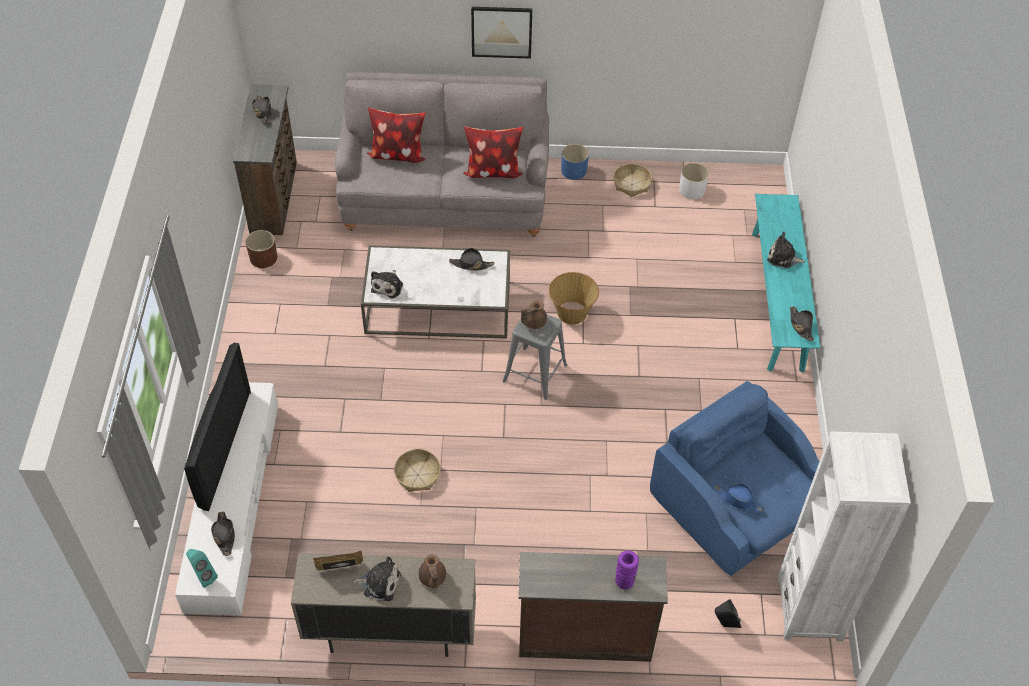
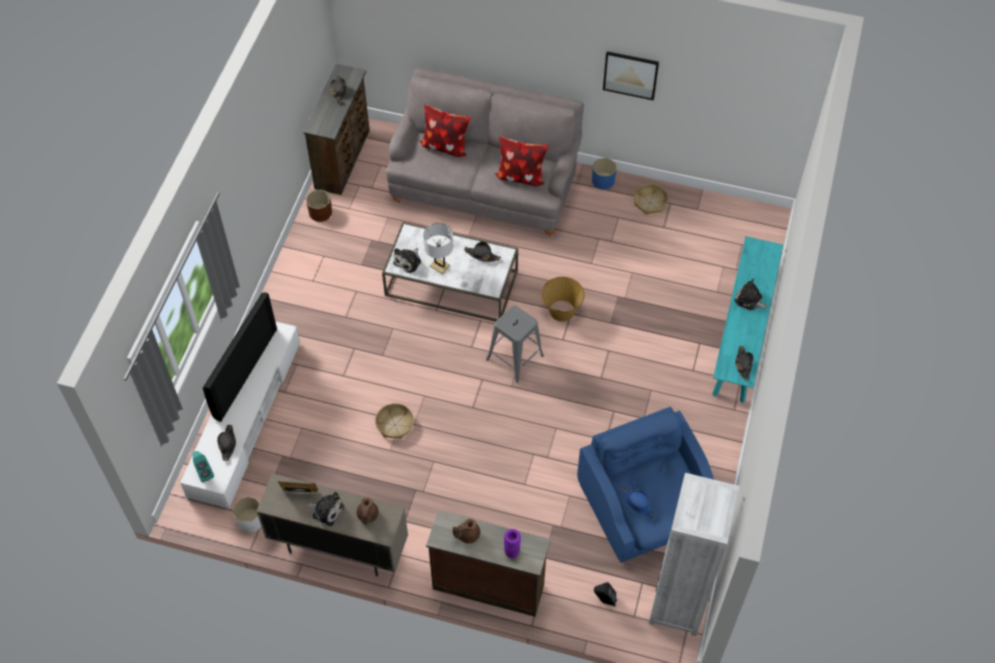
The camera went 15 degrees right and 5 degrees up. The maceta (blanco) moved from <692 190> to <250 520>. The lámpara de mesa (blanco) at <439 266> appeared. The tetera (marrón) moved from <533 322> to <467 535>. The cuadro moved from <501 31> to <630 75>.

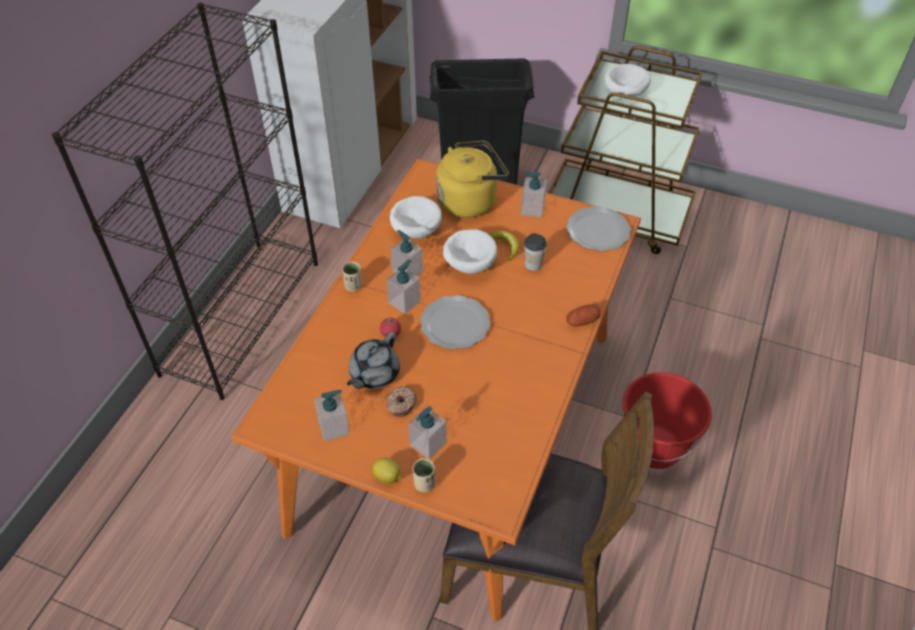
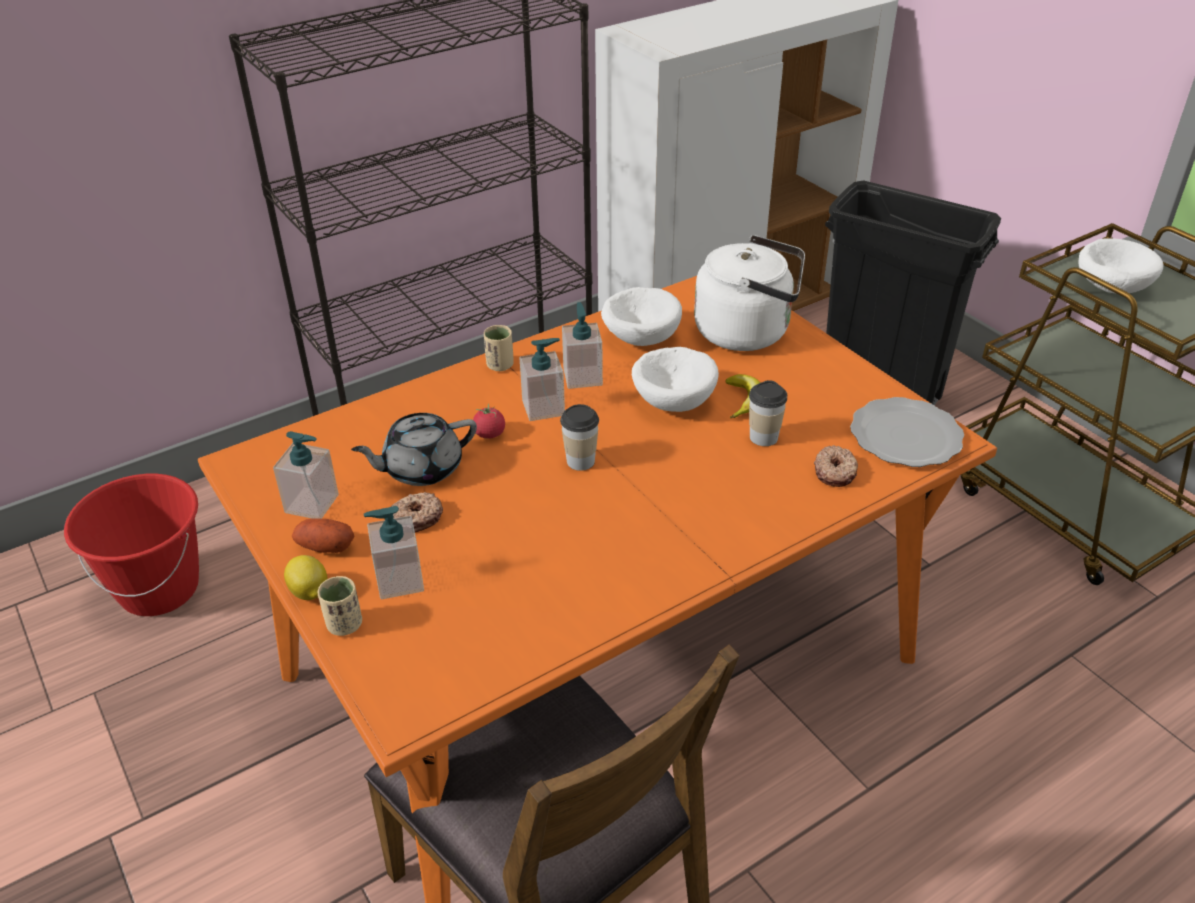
The camera went 35 degrees right and 10 degrees down. The cubo (rojo) moved from <654 446> to <160 589>. The patata moved from <582 321> to <325 546>. The plato at <455 325> was replaced by the taza at <580 461>. The hervidor (amarillo) at <470 200> became the hervidor (blanco) at <748 332>. The rosquilla at <835 472> appeared. The dispensador de jabón at <532 209> disappeared.

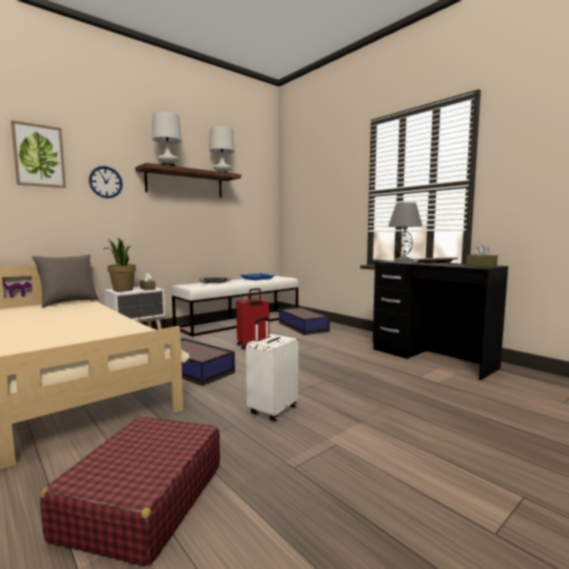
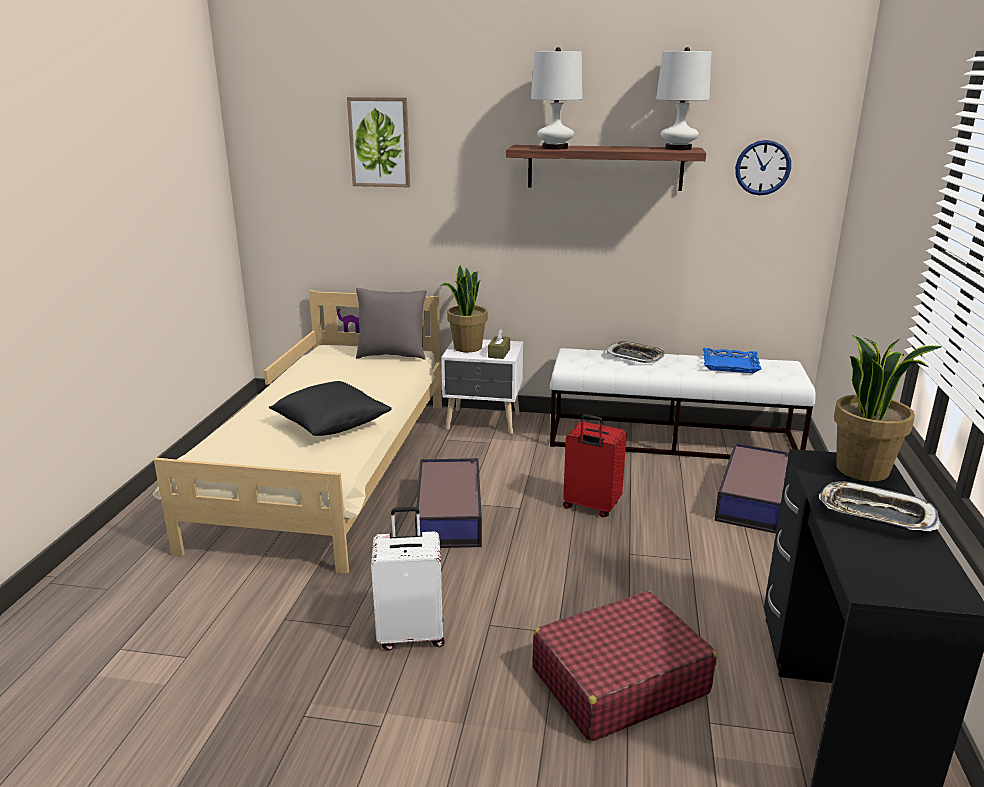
The camera went 50 degrees right and 15 degrees up. The cojín (negro) at <331 425> appeared. The maleta (rojo) moved from <143 500> to <619 681>. The reloj de pared moved from <105 182> to <762 167>. The lámpara de mesa (gris) at <403 261> was replaced by the planta en maceta at <863 469>. The caja de pañuelos (marrón) at <481 265> disappeared.

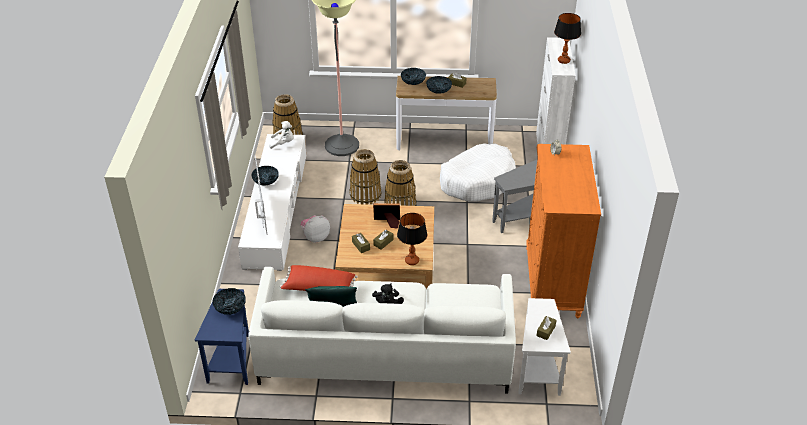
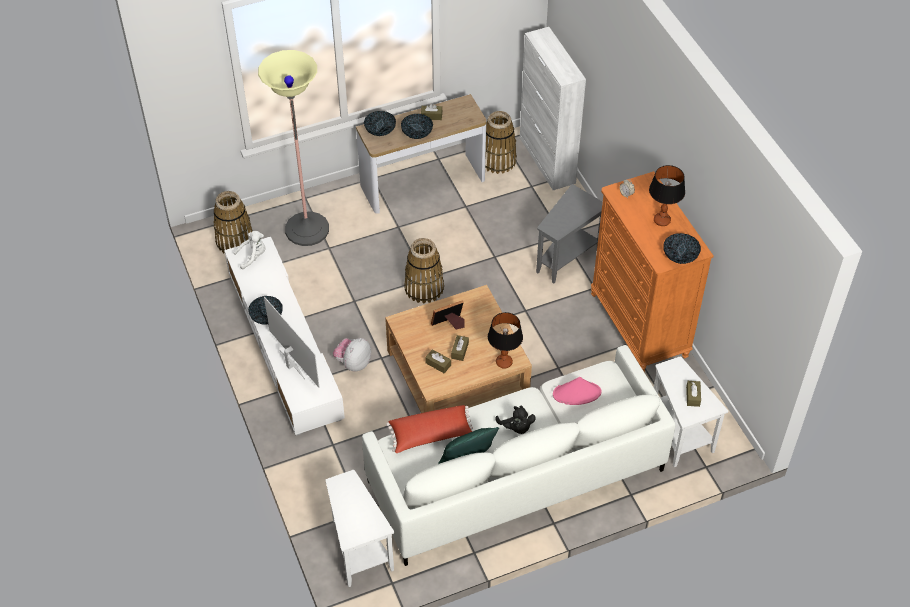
The camera went 25 degrees left and 10 degrees up. The mesa auxiliar (azul) at <232 362> became the mesa auxiliar (blanco) at <359 551>. The cesta moved from <365 195> to <498 161>. The sombrero (rosa) at <577 393> appeared. The lámpara de mesa moved from <563 60> to <661 220>. The cuenco moved from <230 308> to <680 255>. The cama para perro (blanco) at <477 181> disappeared.

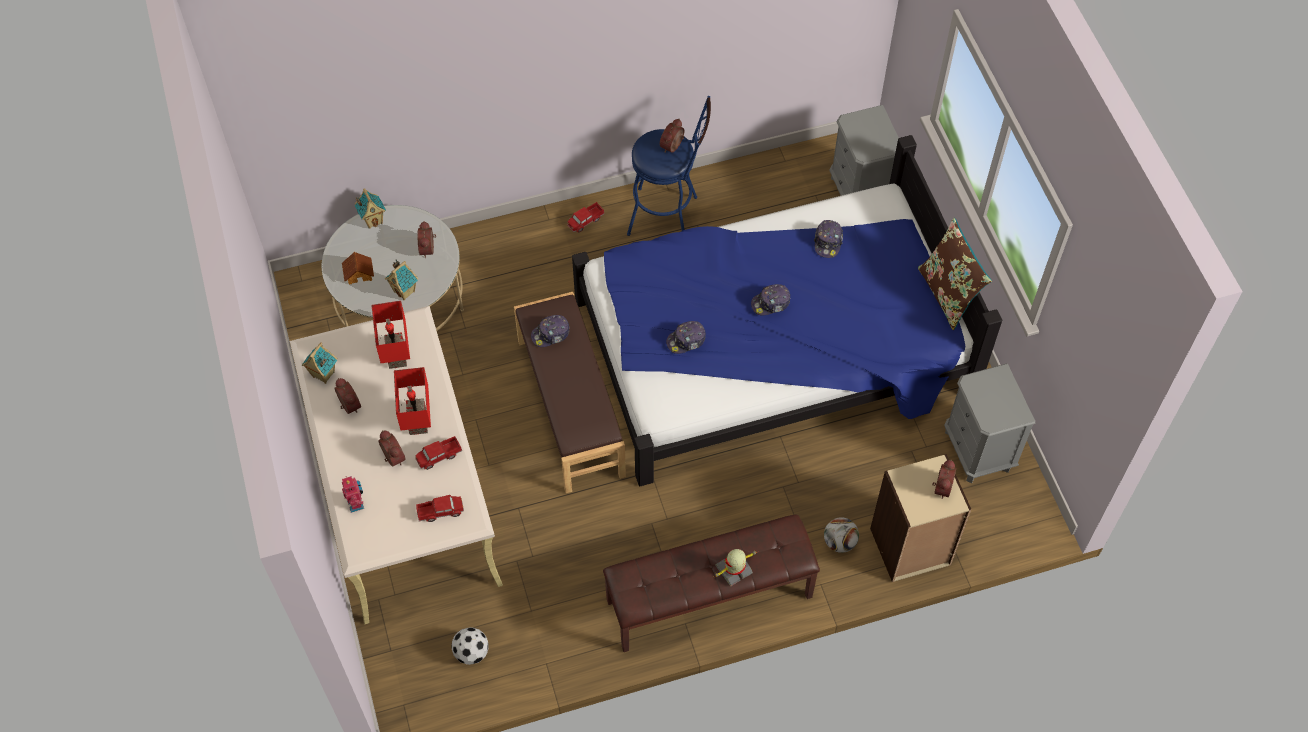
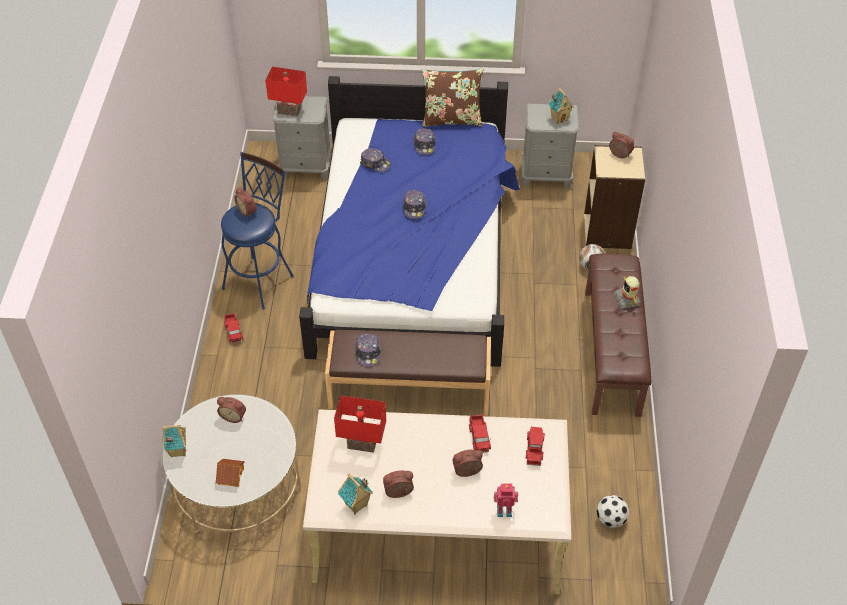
The camera went 70 degrees left and 10 degrees down. The lámpara de mesa (rojo) moved from <419 421> to <290 110>. The gorra moved from <686 341> to <424 145>. The casita moved from <405 291> to <559 118>.

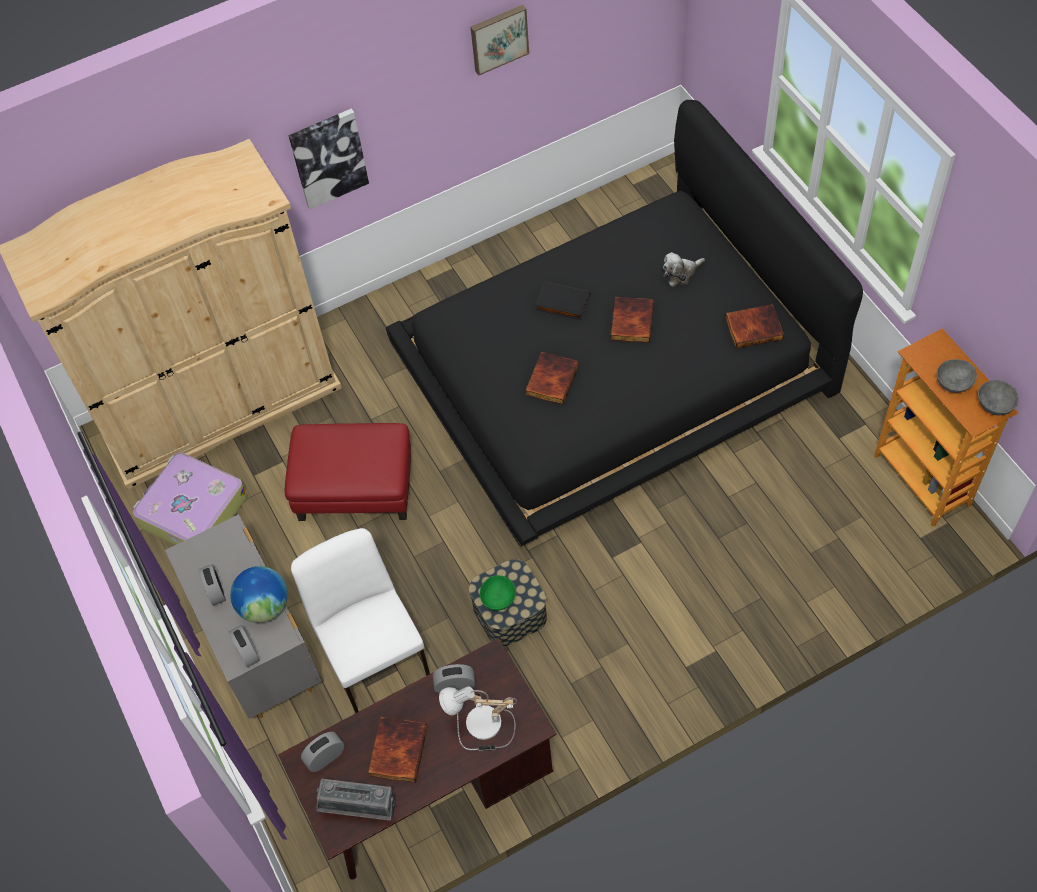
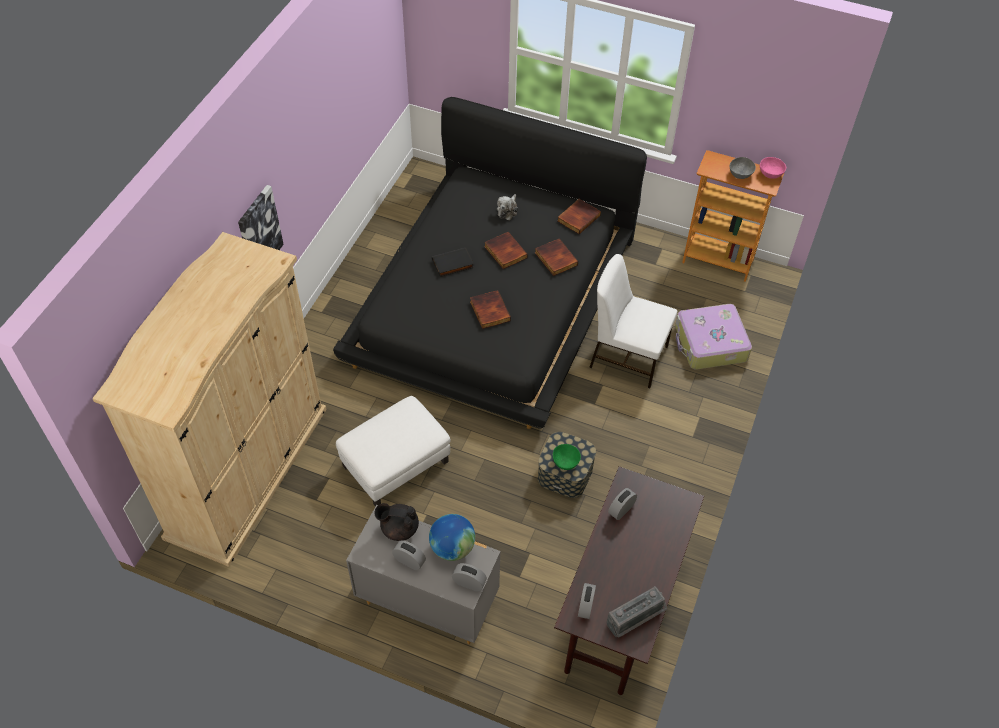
The camera went 45 degrees left and 5 degrees down. The puf (rojo) at <355 488> became the puf (blanco) at <395 464>. The tetera (negro) at <399 528> appeared. The libro moved from <397 750> to <555 259>. The silla (blanco) moved from <374 654> to <627 355>. The maleta moved from <193 511> to <710 344>. The cuenco (gris) at <994 405> became the cuenco (rosa) at <770 174>. The lámpara de mesa at <481 726> disappeared. The cuadro at <498 38> disappeared.

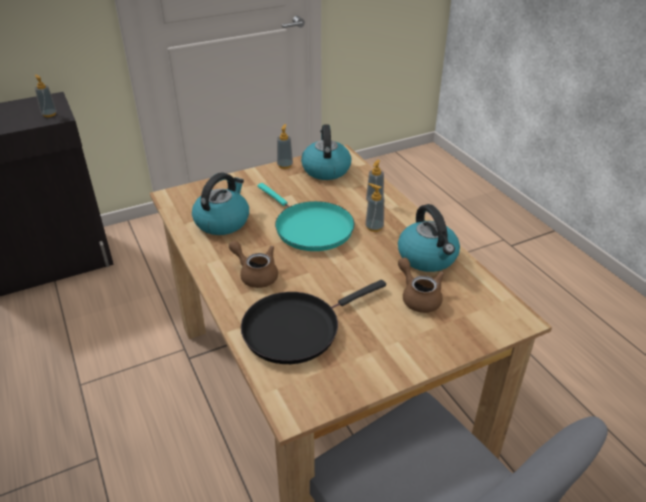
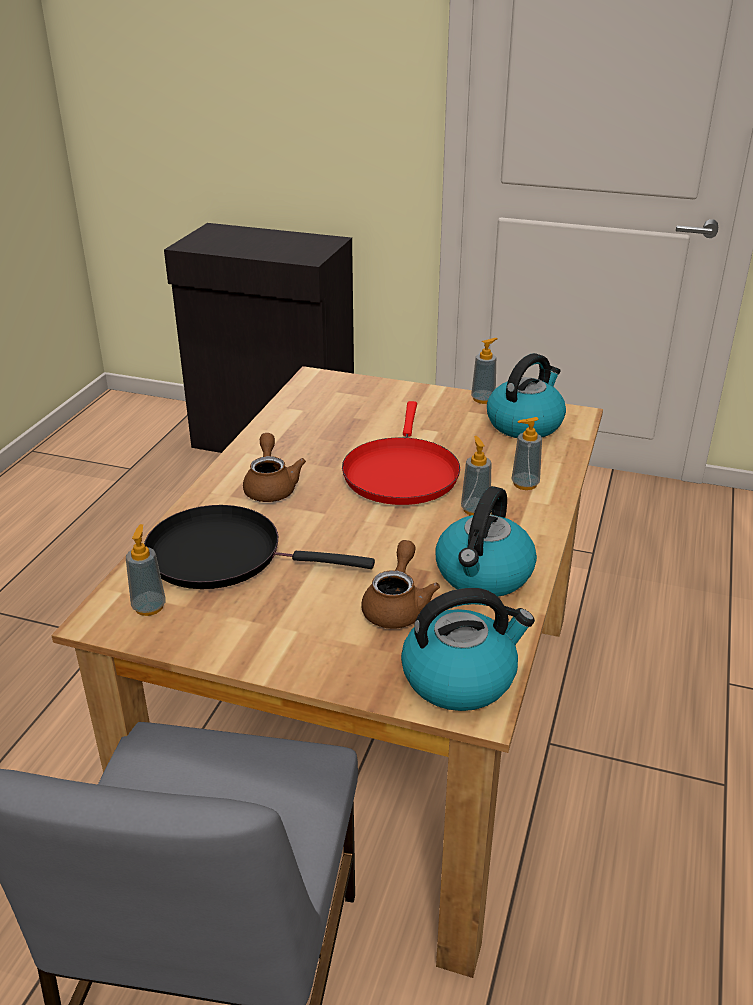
The camera went 45 degrees right and 5 degrees down. The dispensador de jabón moved from <49 114> to <149 607>. The sartén (turquesa) at <310 228> became the sartén (rojo) at <400 473>. The hervidor moved from <222 221> to <460 677>.

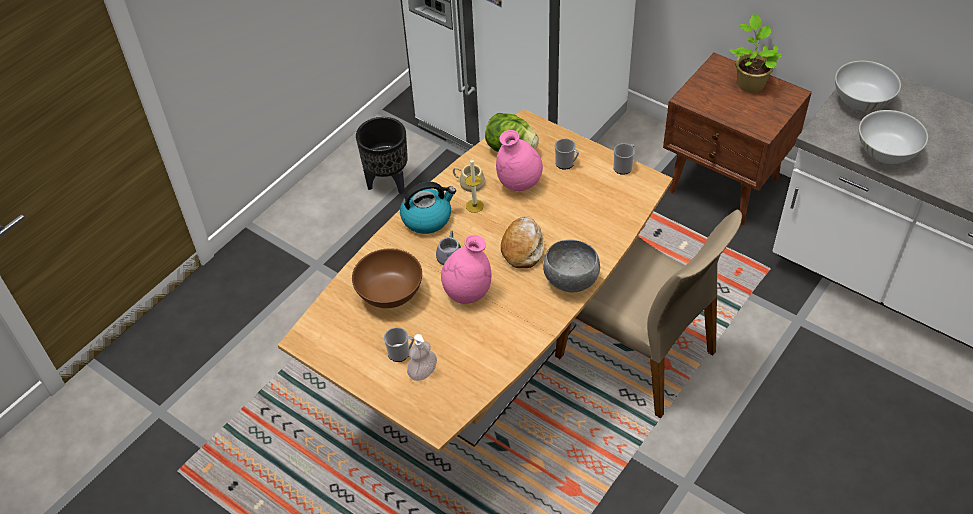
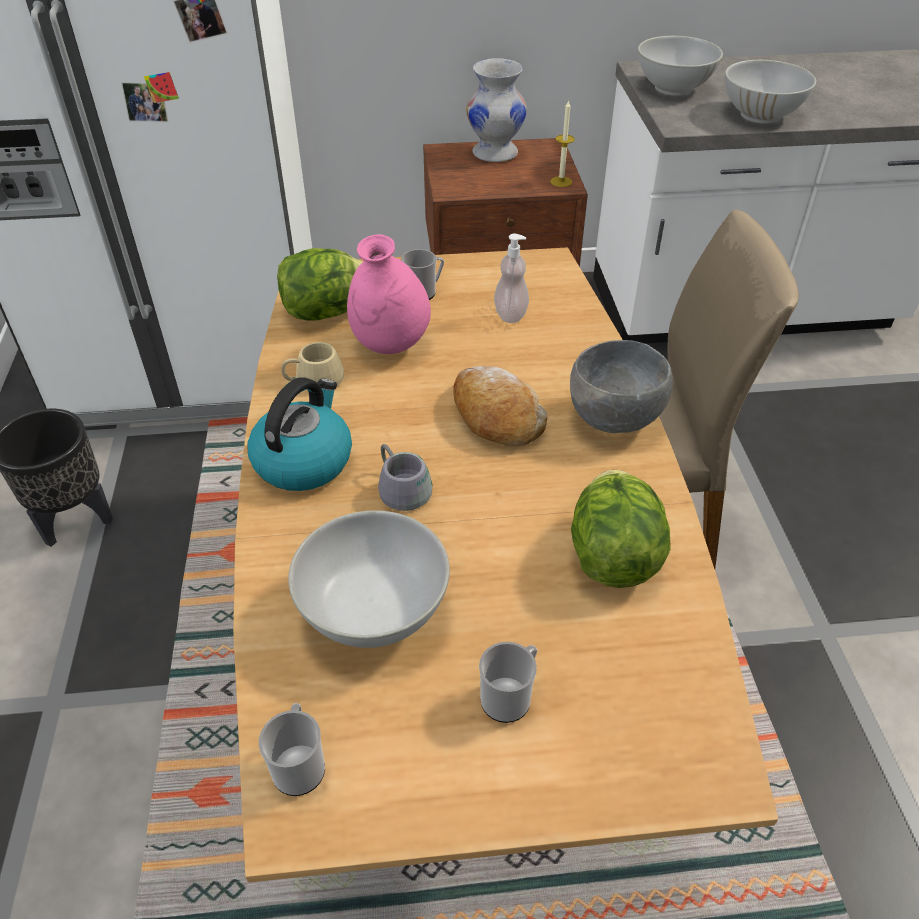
The camera went 45 degrees left and 5 degrees down. The taza grande moved from <624 166> to <299 764>. The cuenco (marrón) at <389 294> became the cuenco (blanco) at <374 613>. The planta en maceta at <750 83> was replaced by the florero (blanco) at <496 153>. The dispensador de jabón moved from <423 372> to <510 314>. The vela moved from <474 206> to <561 181>. The lechuga at <613 556> appeared. The florero (rosa) at <467 293> disappeared.

